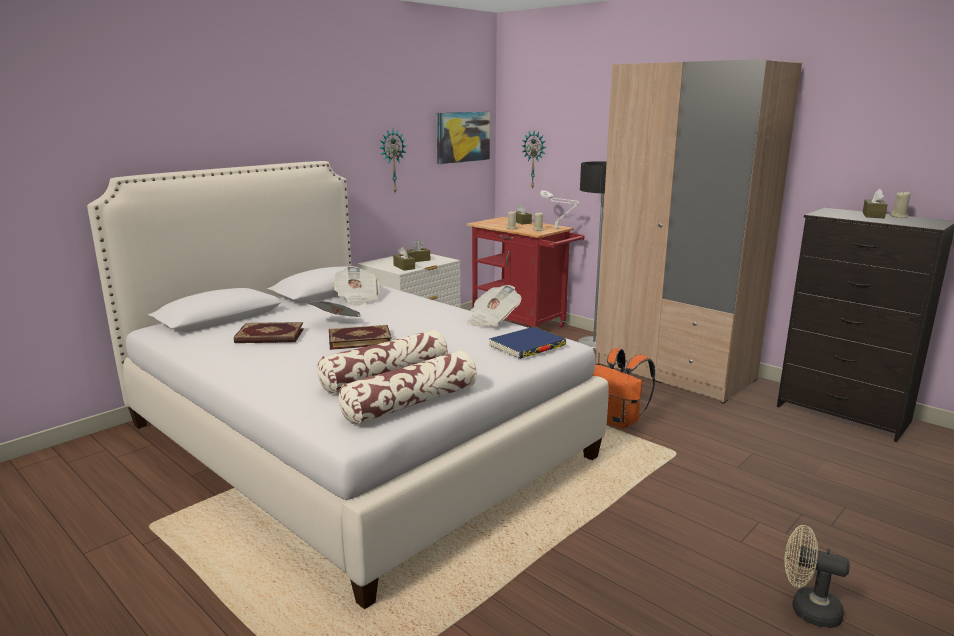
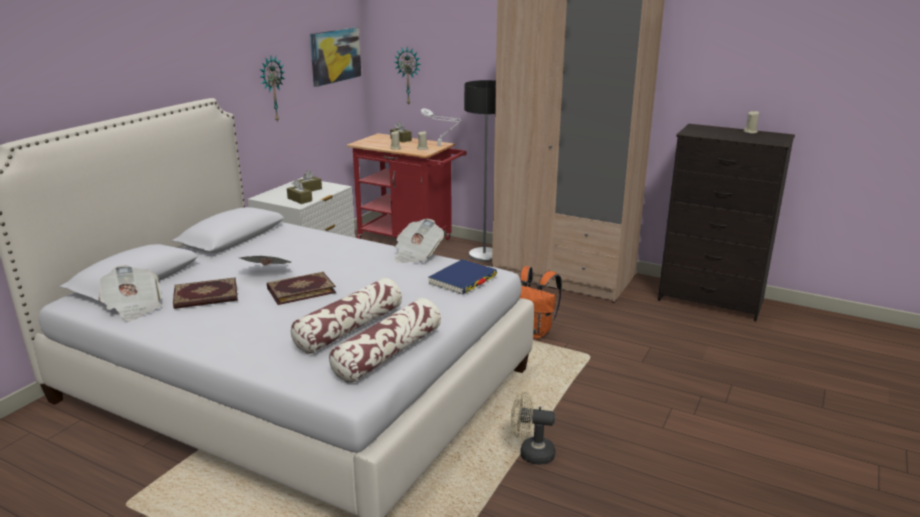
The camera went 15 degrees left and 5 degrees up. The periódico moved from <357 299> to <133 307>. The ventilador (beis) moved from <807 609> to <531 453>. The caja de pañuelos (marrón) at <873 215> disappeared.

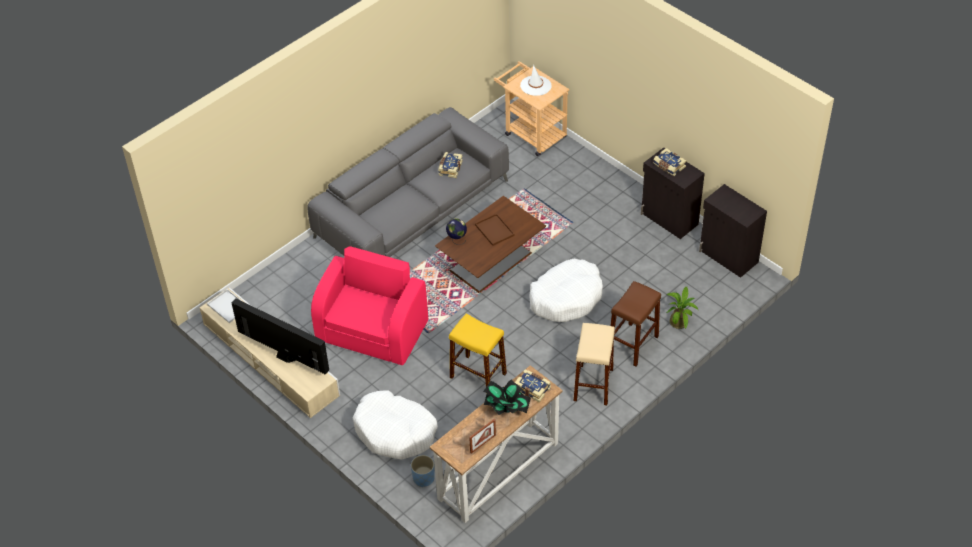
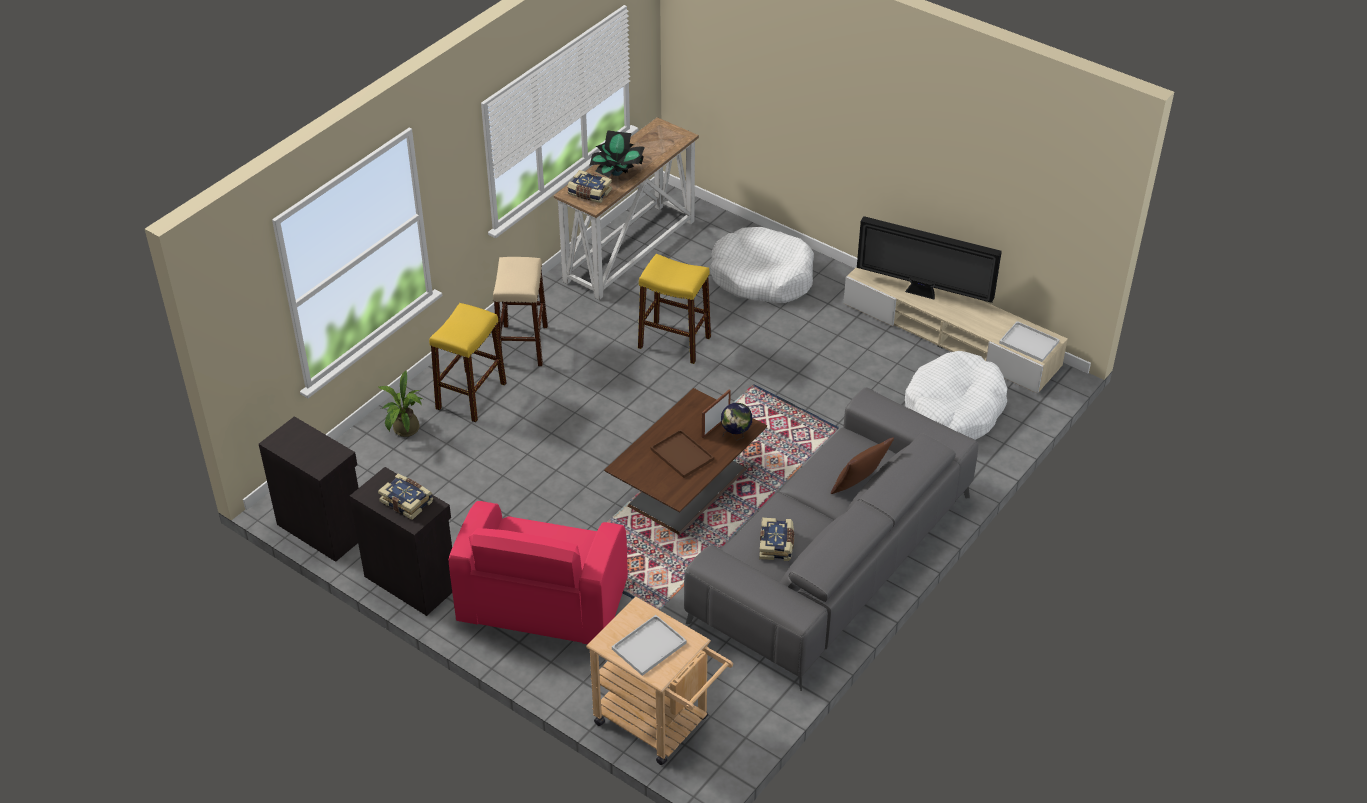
The camera went 170 degrees right and 5 degrees down. The taburete (marrón) at <632 344> became the taburete (amarillo) at <471 396>. The sillón (rosa) moved from <373 330> to <542 602>. The sombrero (blanco) at <535 86> was replaced by the bandeja (blanco) at <649 645>. The portarretratos moved from <483 444> to <715 426>. The cojín (marrón) at <859 485> appeared. The cama para perro (blanco) moved from <566 297> to <954 410>. The maceta (azul) at <423 478> disappeared.

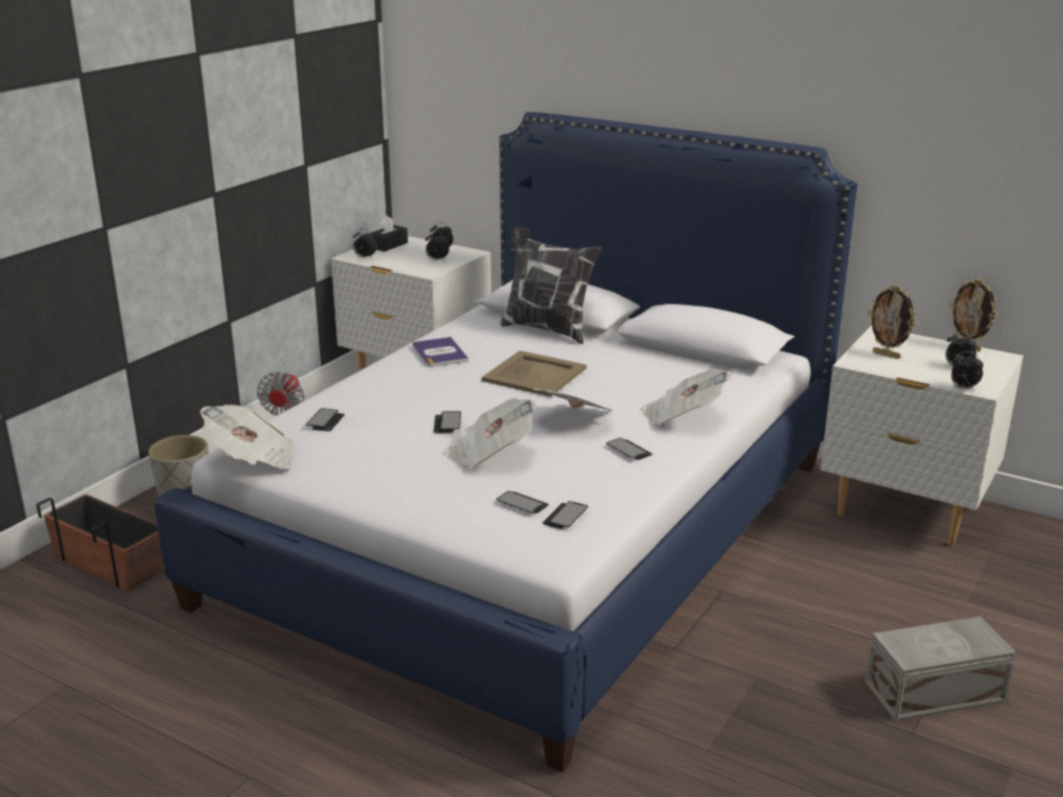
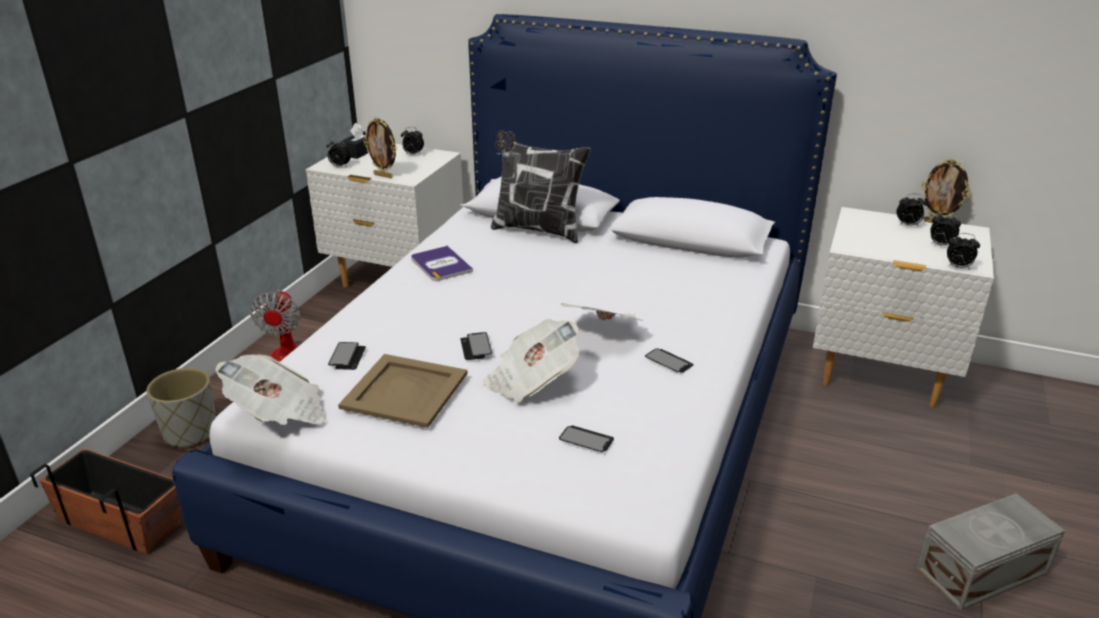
The camera went 10 degrees left and 5 degrees up. The bandeja (beis) moved from <535 375> to <405 391>. The portarretratos moved from <886 355> to <384 176>. The despertador moved from <436 260> to <907 225>. The móvil at <565 516> disappeared. The periódico at <682 417> disappeared.

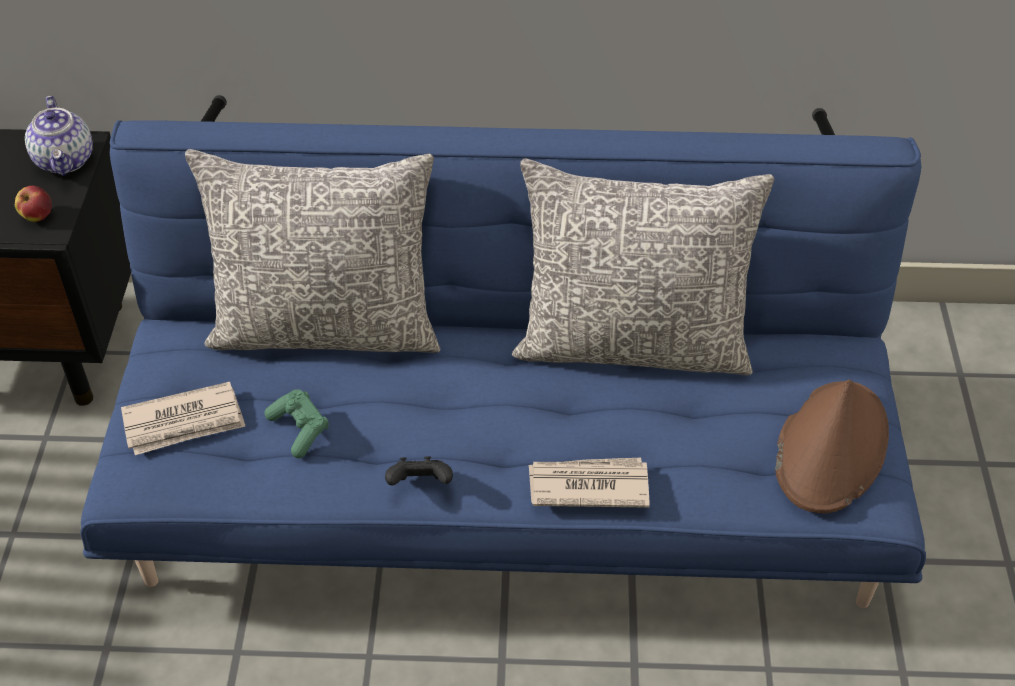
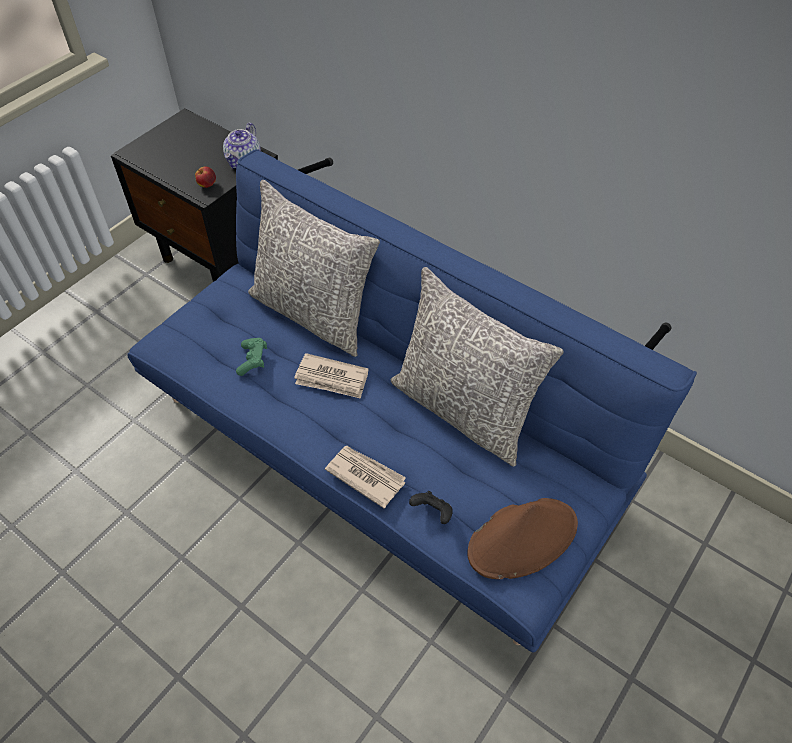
The camera went 35 degrees right and 5 degrees up. The periódico moved from <184 422> to <332 379>. The mando de consola (negro) moved from <420 484> to <432 512>.

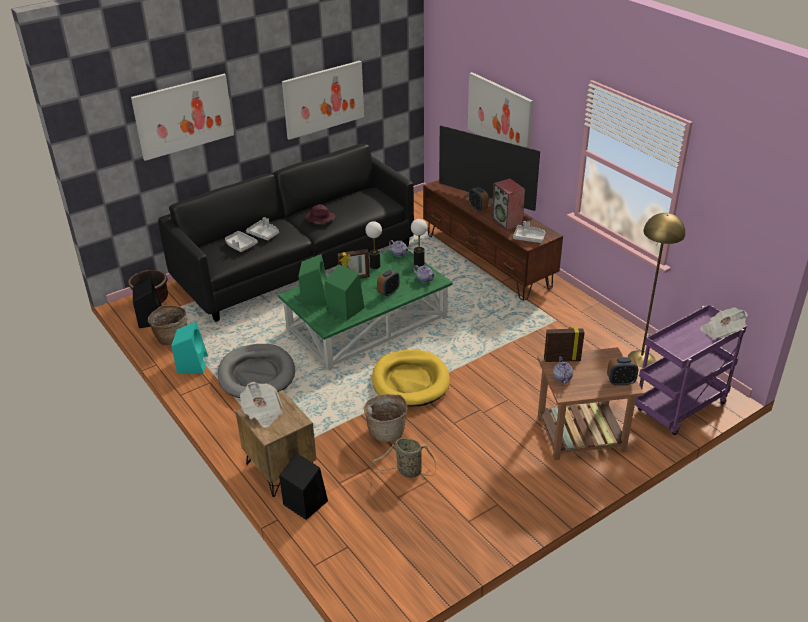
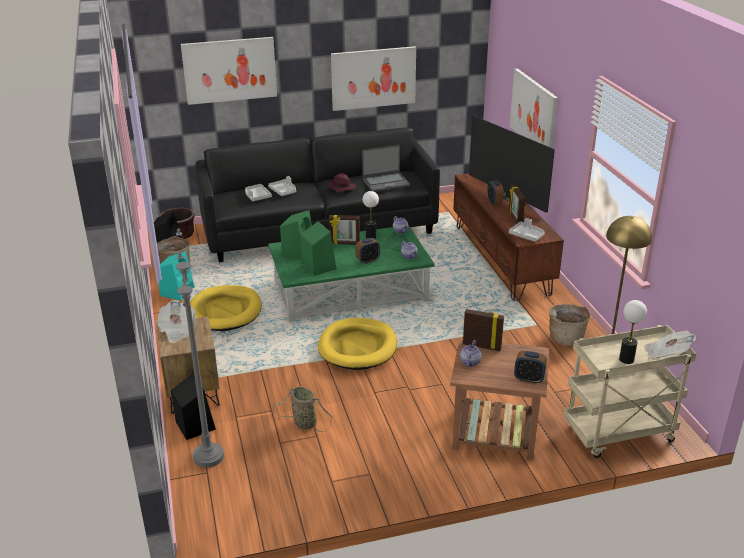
The camera went 20 degrees right and 5 degrees down. The lámpara de pie (gris) at <208 456> appeared. The cama para perro (gris) at <256 374> became the cama para perro (amarillo) at <225 311>. The portátil at <385 183> appeared. The altavoz at <507 222> was replaced by the portarretratos at <515 219>. The cesta moved from <386 431> to <566 338>. The carrito (morado) at <680 408> became the carrito (beis) at <618 434>. The lámpara de mesa moved from <419 263> to <626 359>.

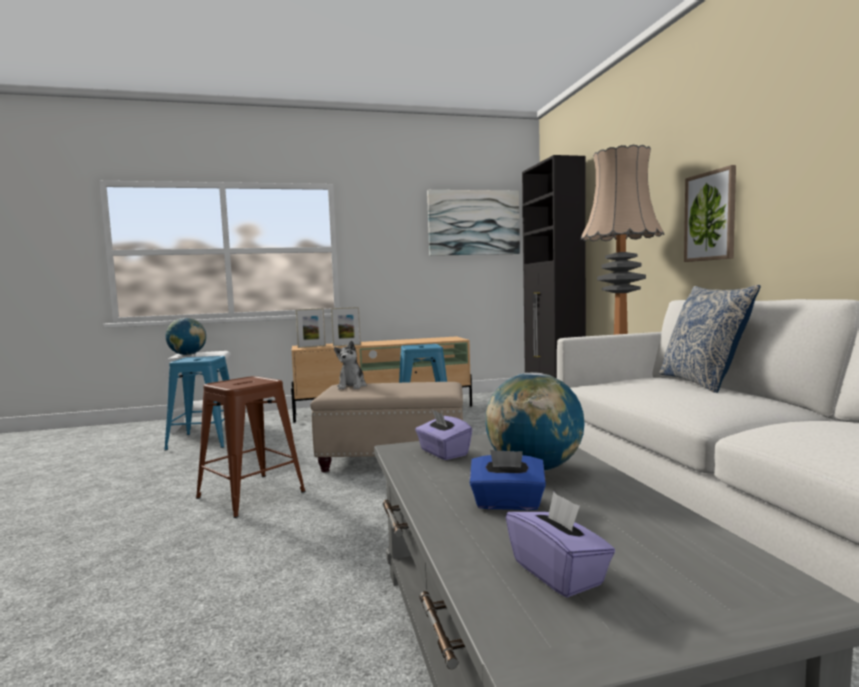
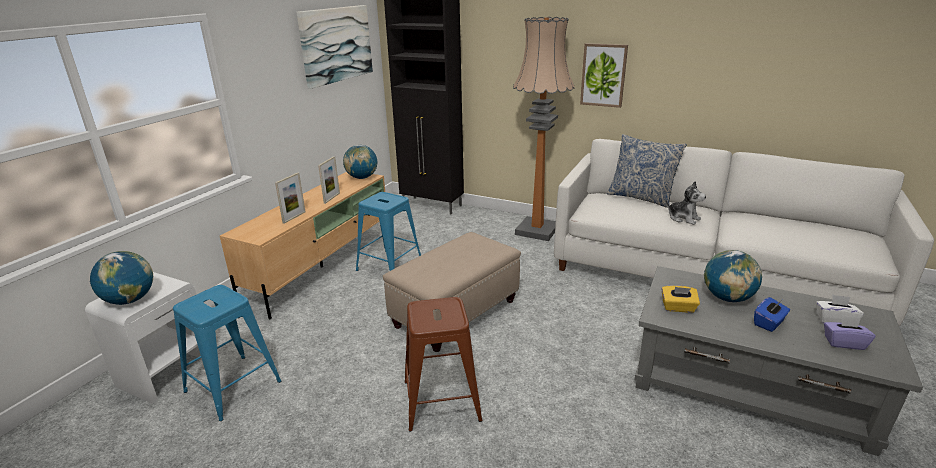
The camera went 50 degrees left and 20 degrees up. The portarretratos moved from <311 346> to <332 198>. The globo terráqueo at <362 178> appeared. The caja de pañuelos (morado) at <443 453> became the caja de pañuelos (amarillo) at <678 308>. The peluche moved from <352 386> to <683 218>. The caja de pañuelos (blanco) at <834 320> appeared.

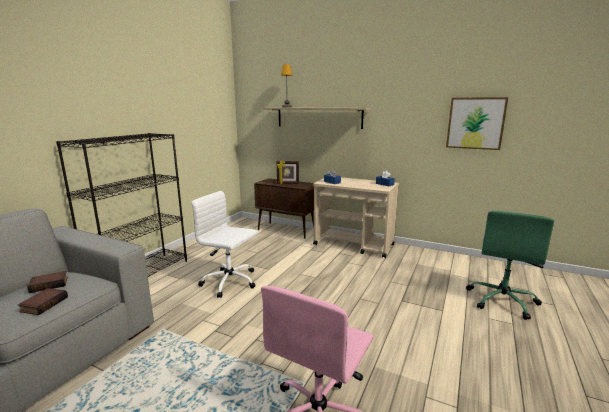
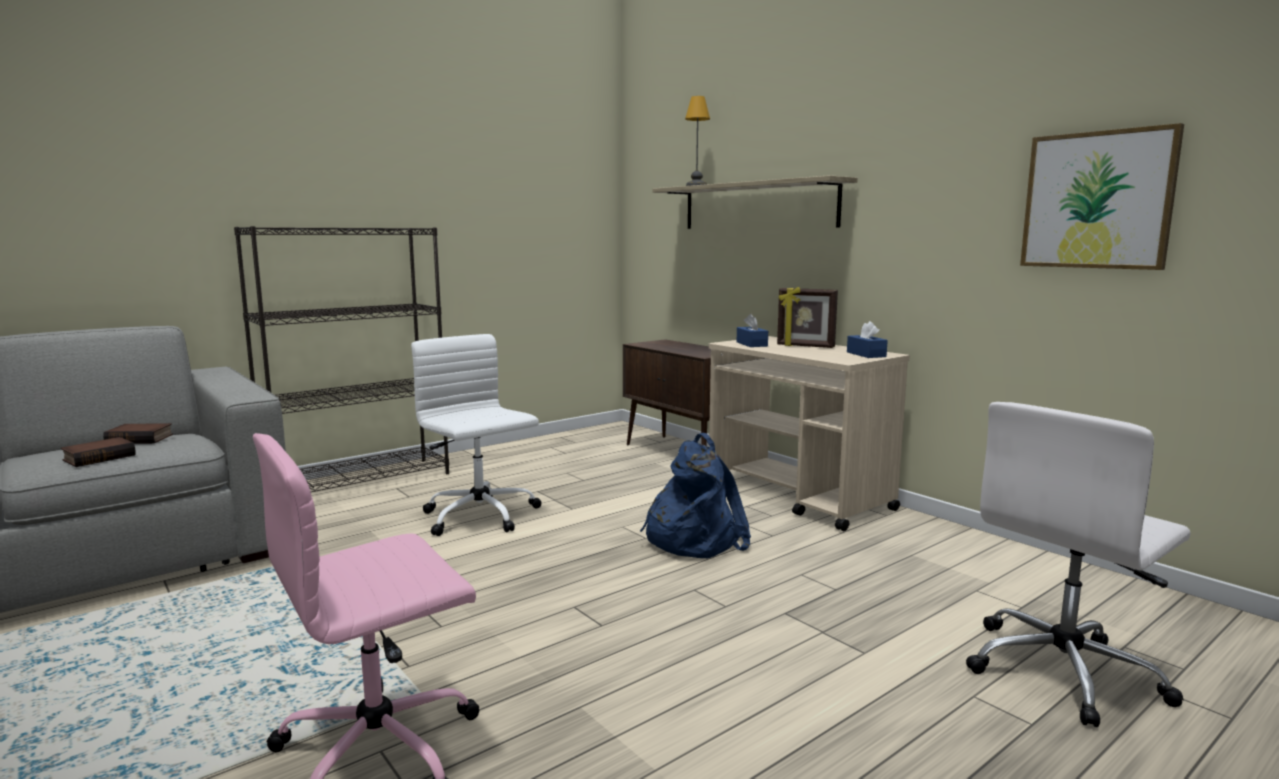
The camera went 25 degrees right and 5 degrees down. The mochila (azul) at <693 539> appeared. The portarretratos moved from <288 183> to <805 346>. The silla de oficina (verde) at <502 300> became the silla de oficina (blanco) at <1064 671>.

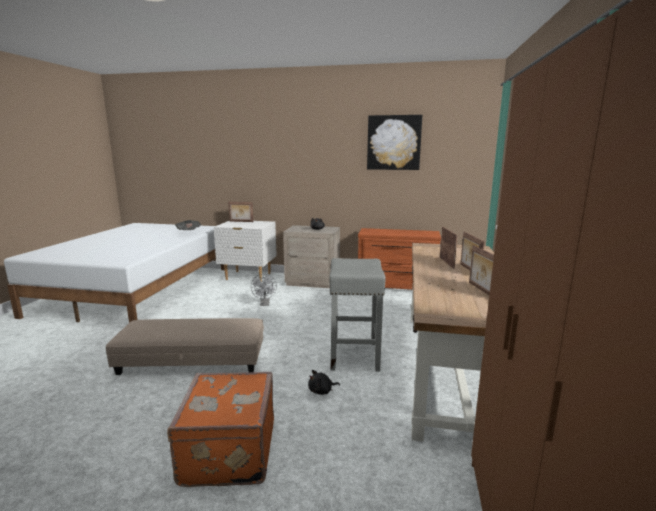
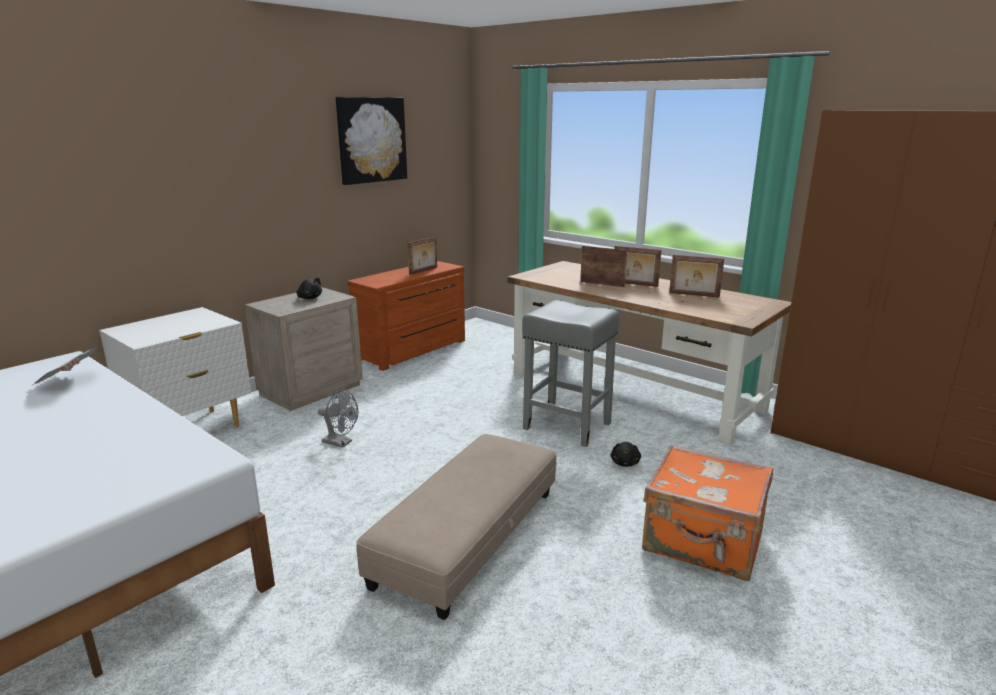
The camera went 60 degrees left and 5 degrees up. The portarretratos moved from <241 221> to <424 271>.

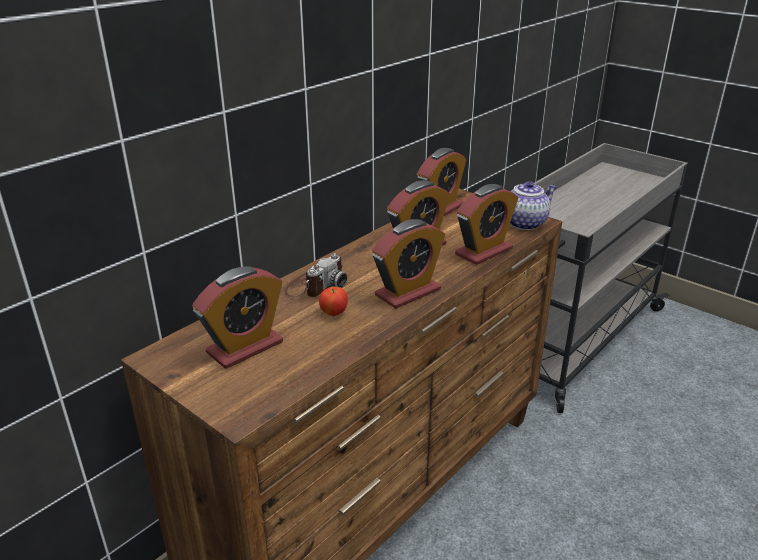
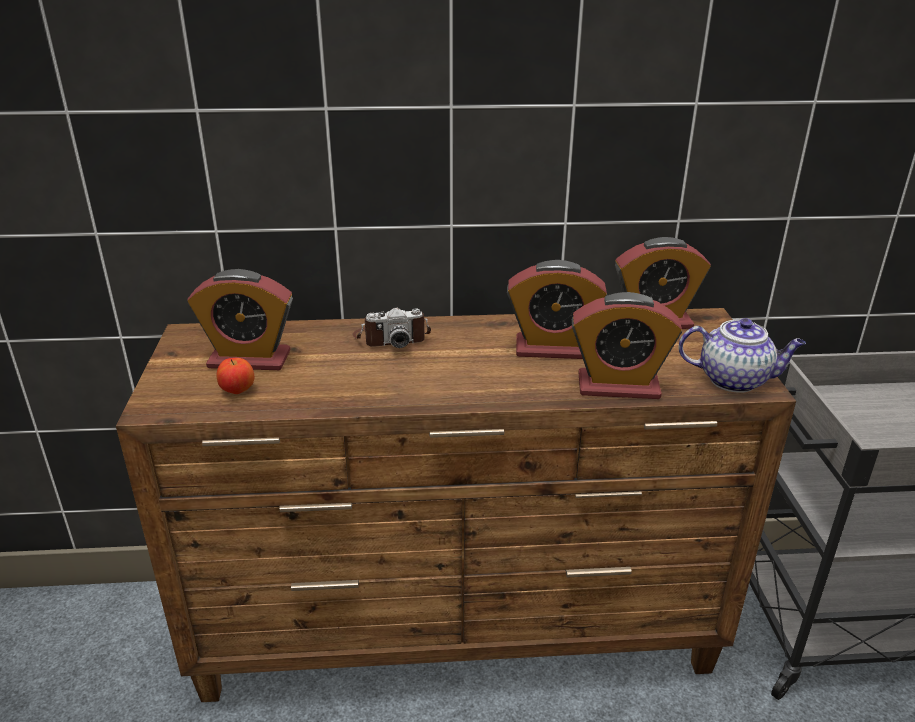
The camera went 45 degrees right and 0 degrees up. The manzana moved from <334 313> to <238 391>. The despertador at <408 292> disappeared.

